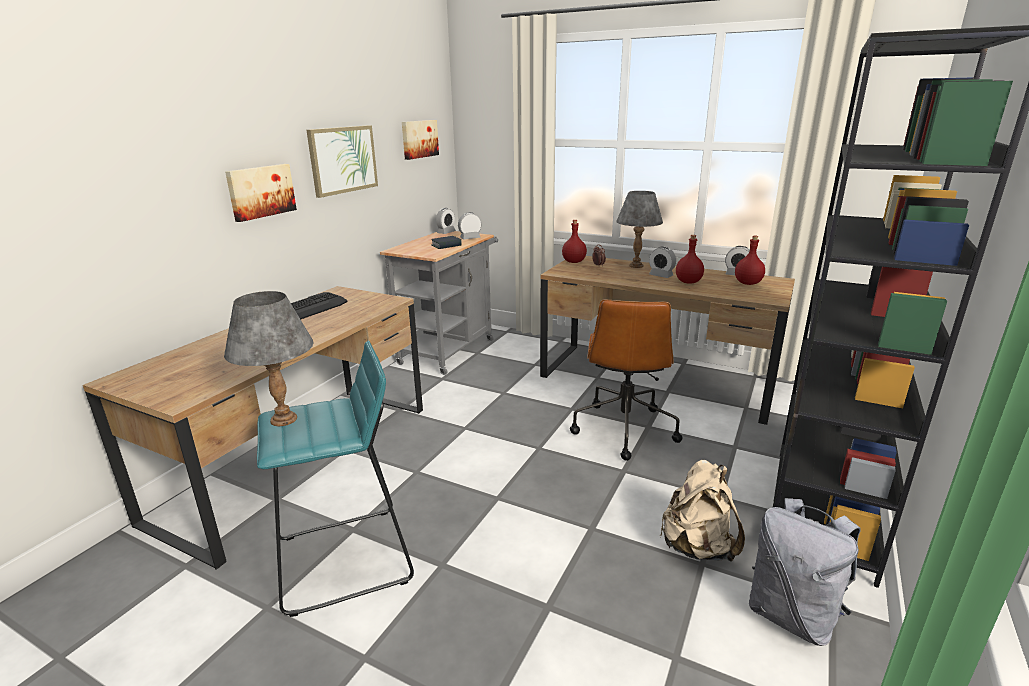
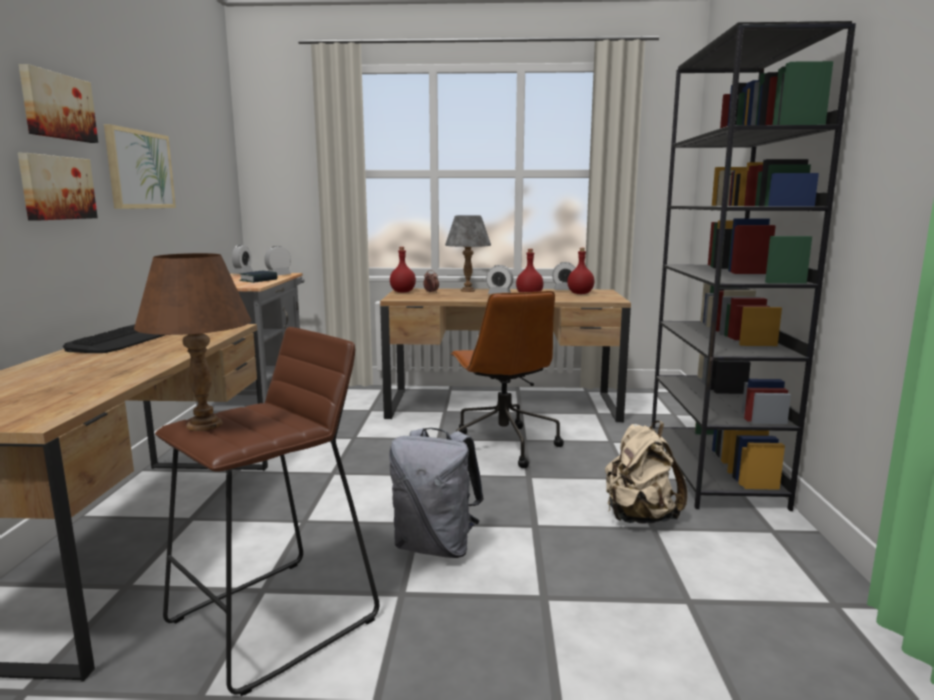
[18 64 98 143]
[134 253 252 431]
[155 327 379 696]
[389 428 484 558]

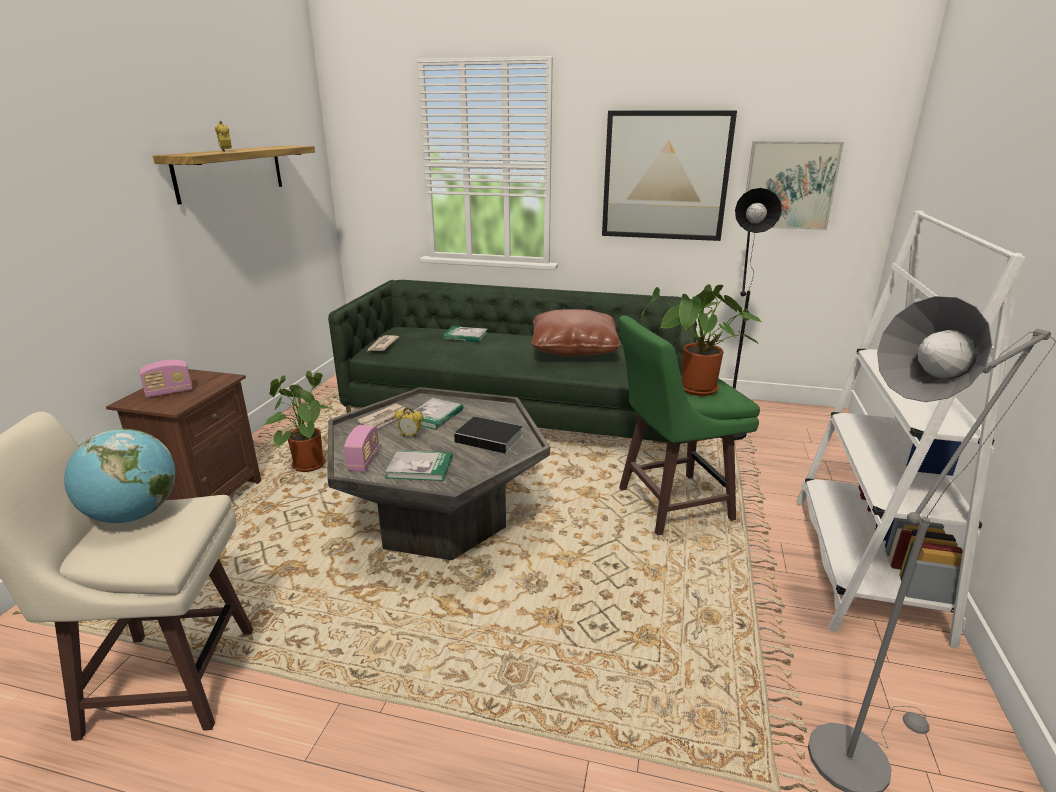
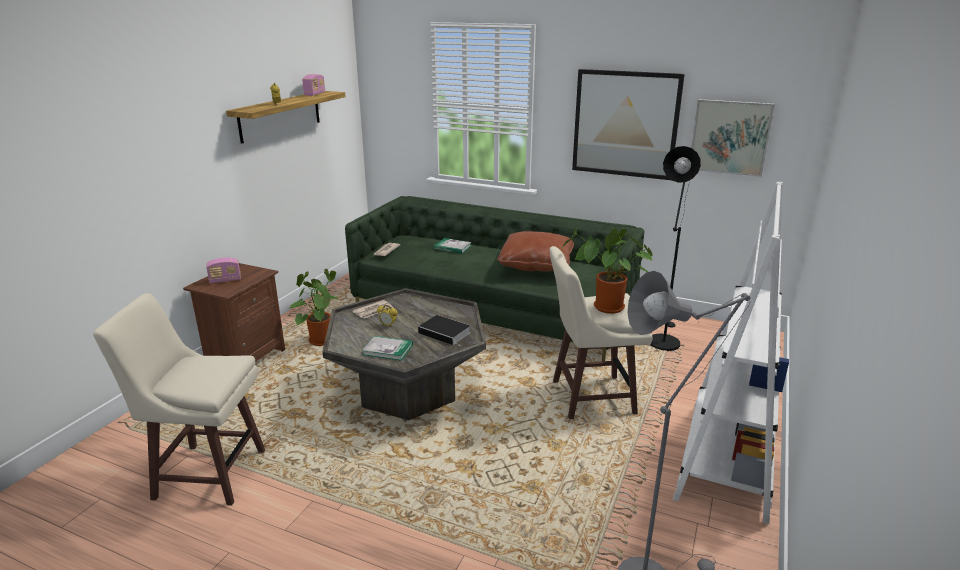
[549 246 653 419]
[411 398 463 430] (first image)
[302 74 325 96]
[64 429 175 523] (first image)

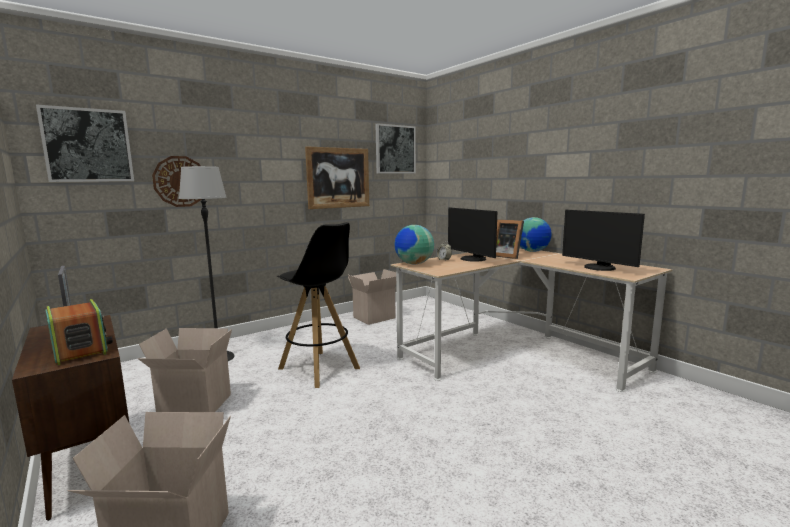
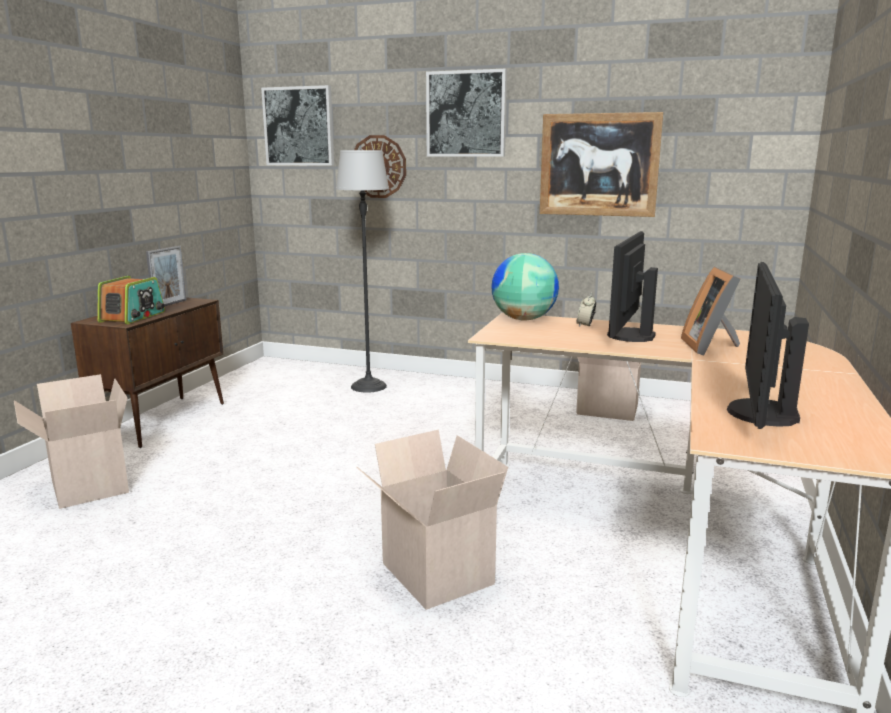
[426 69 507 157]
[520 217 552 252] (first image)
[277 222 360 388] (first image)
[356 430 508 610]

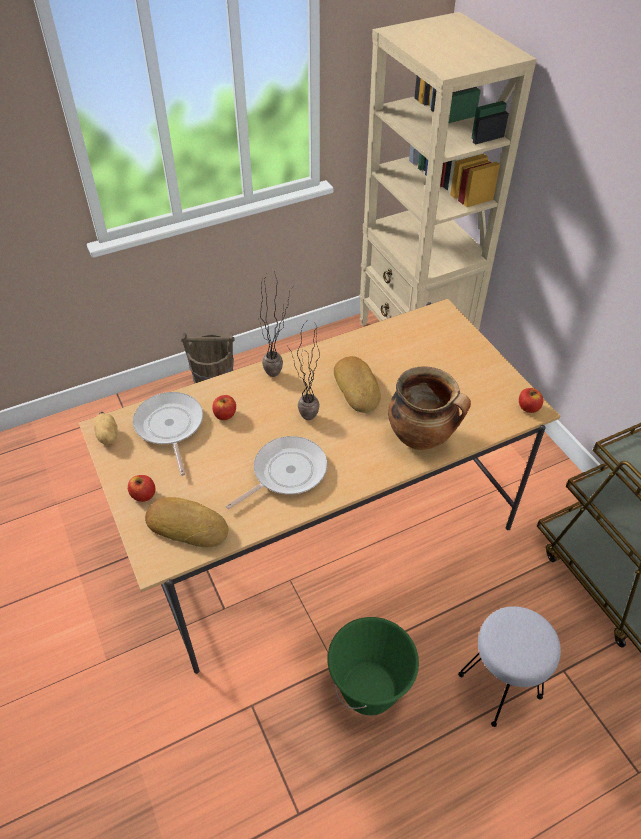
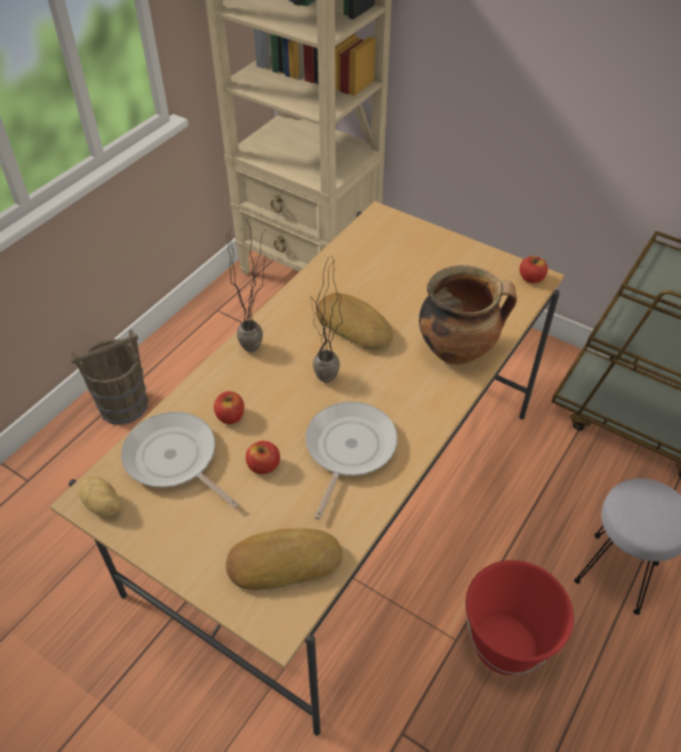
[246 441 280 474]
[466 560 574 675]

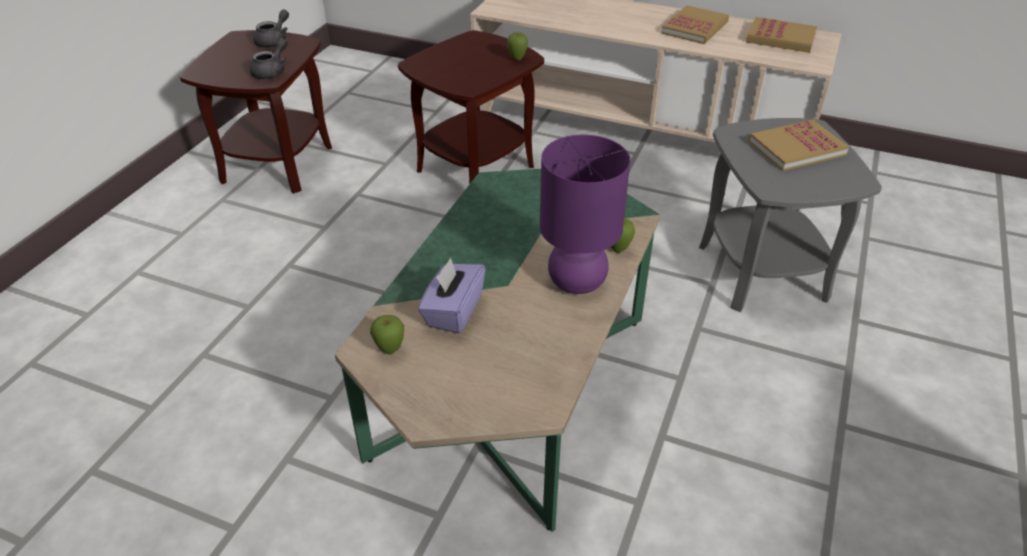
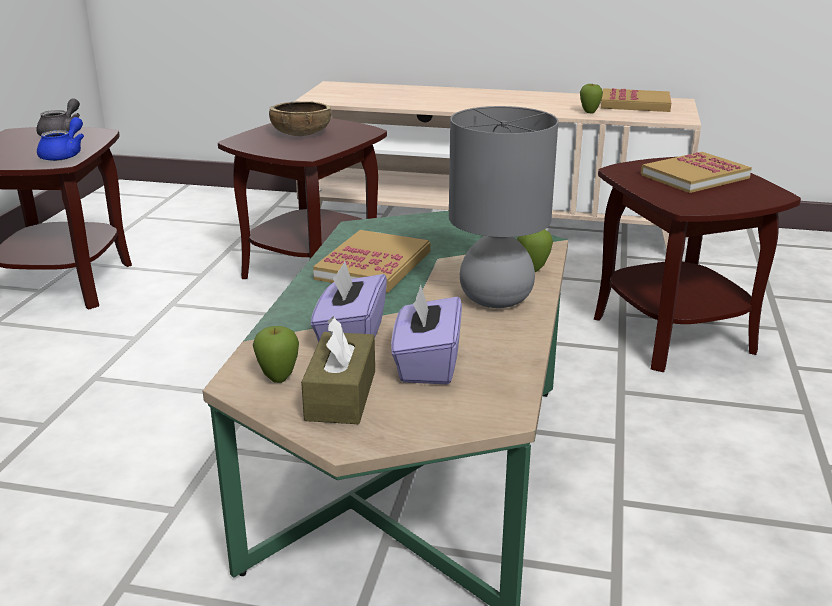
[313 230 430 293]
[580 83 603 114]
[37 117 84 161]
[594 157 801 372]
[449 106 558 308]
[269 101 331 136]
[391 285 462 385]
[301 316 375 424]

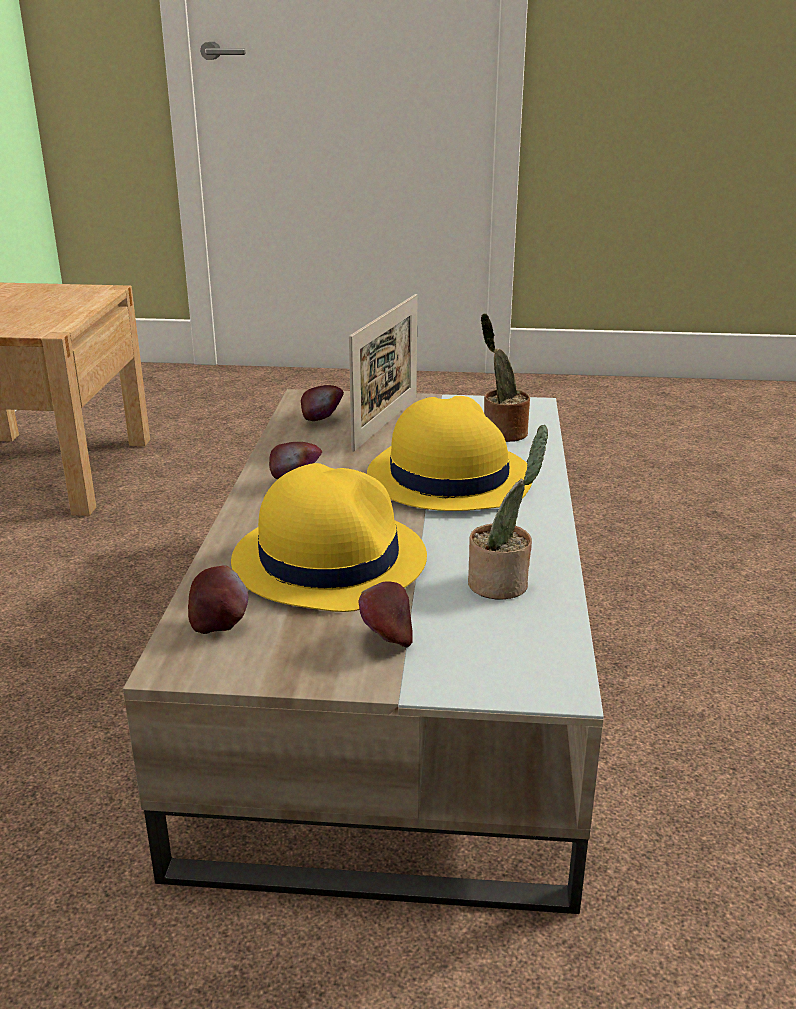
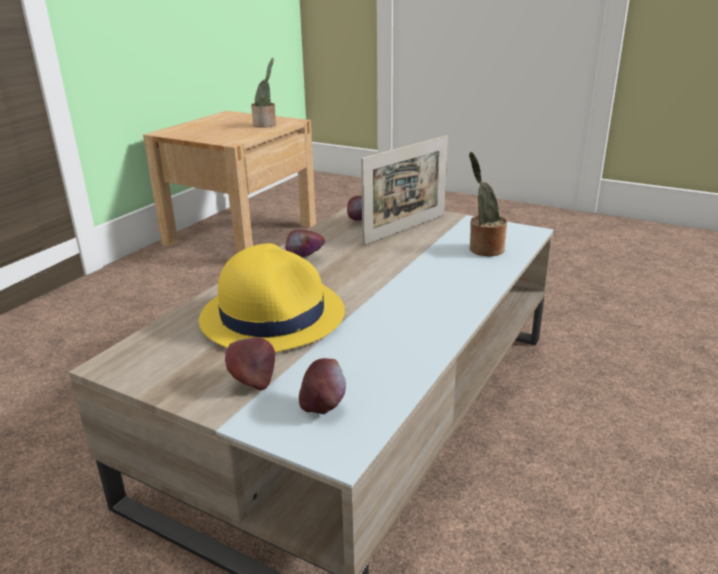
[367 396 533 511] (first image)
[251 58 276 128]
[299 358 346 414]

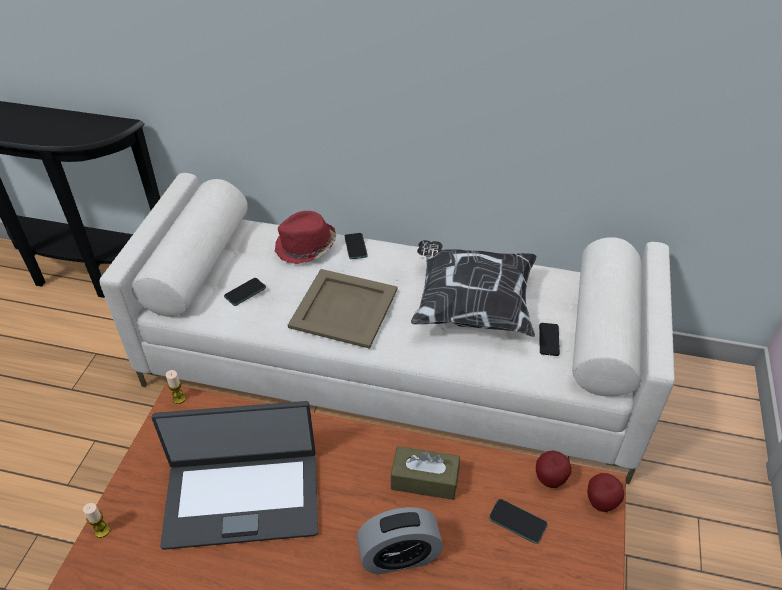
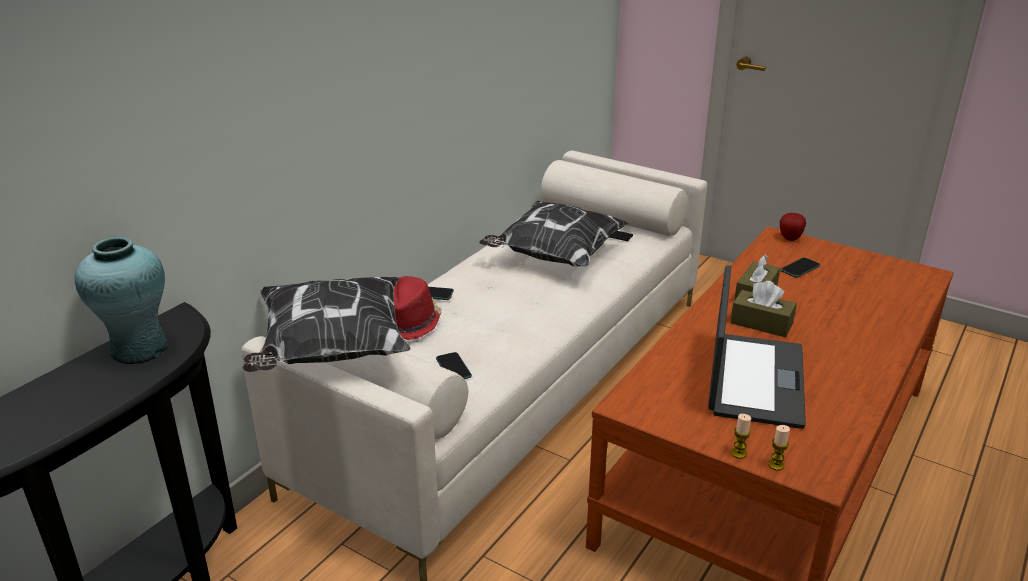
[288 269 397 349] (first image)
[731 414 751 459]
[536 450 572 488] (first image)
[357 507 443 575] (first image)
[75 237 168 364]
[242 277 411 372]
[730 281 797 337]

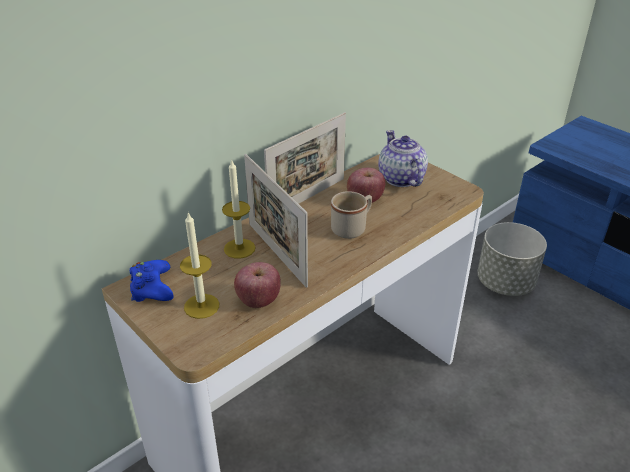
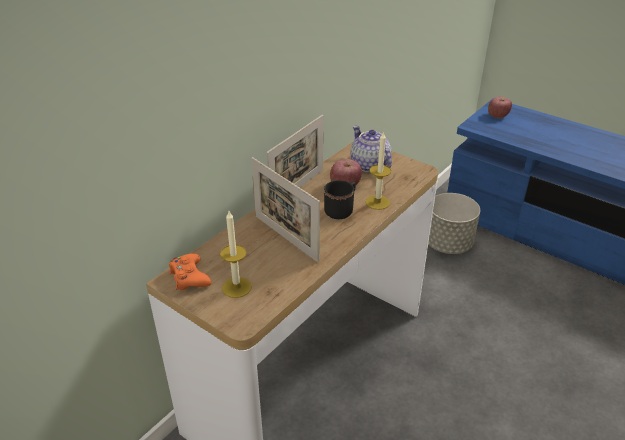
[365 131 391 210]
[324 180 355 219]
[169 253 212 290]
[488 97 512 118]

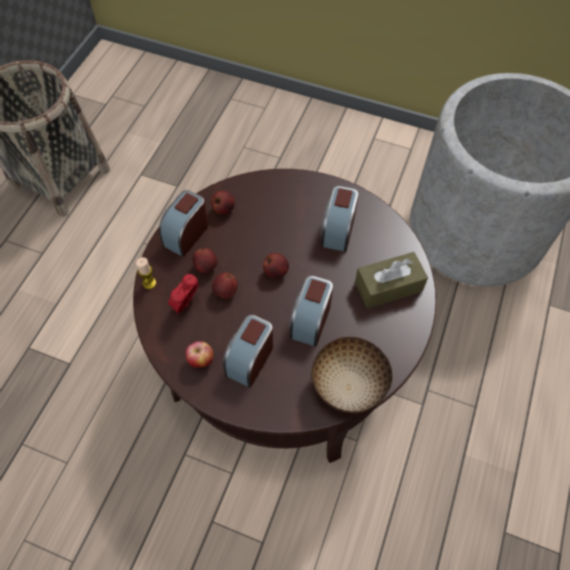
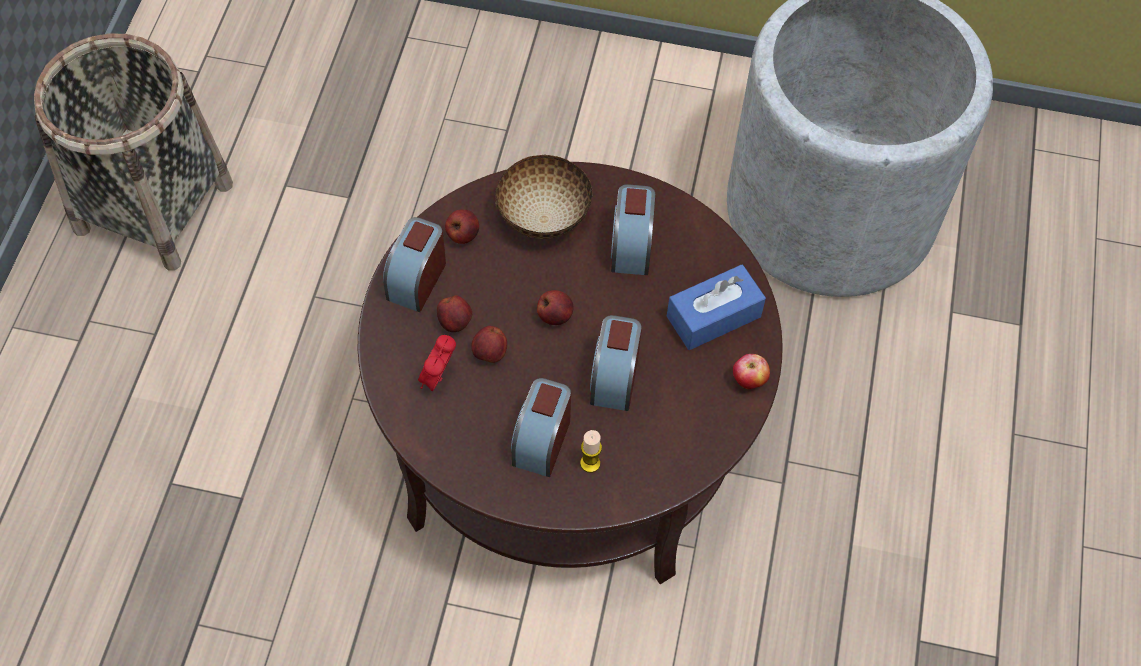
[667 264 766 350]
[580 430 602 473]
[495 154 592 239]
[733 354 770 389]

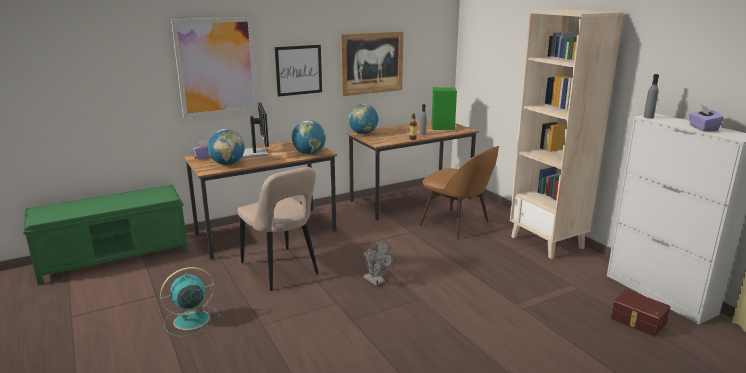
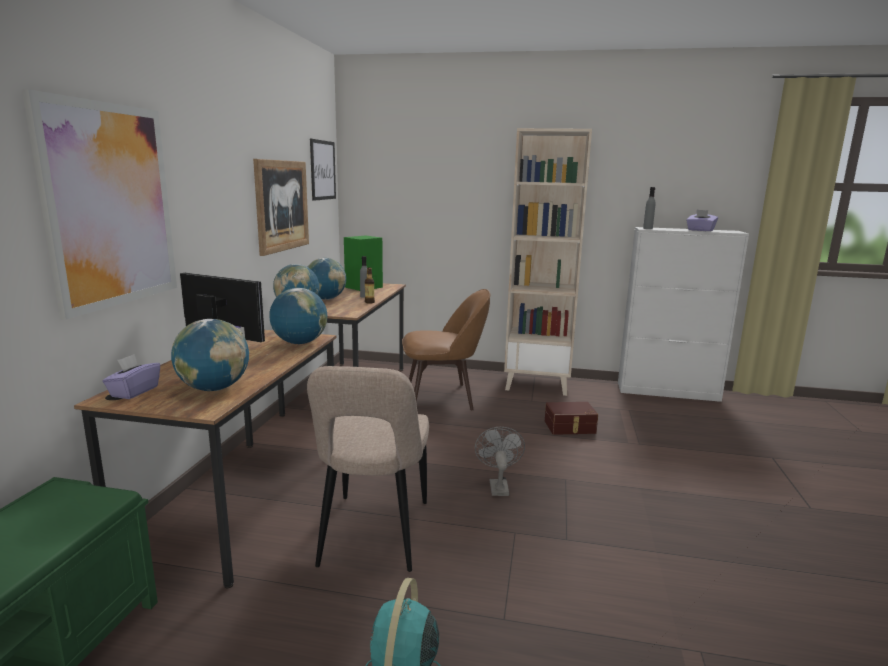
[310 139 336 201]
[307 366 429 572]
[475 427 525 496]
[545 402 598 435]
[308 258 346 300]

